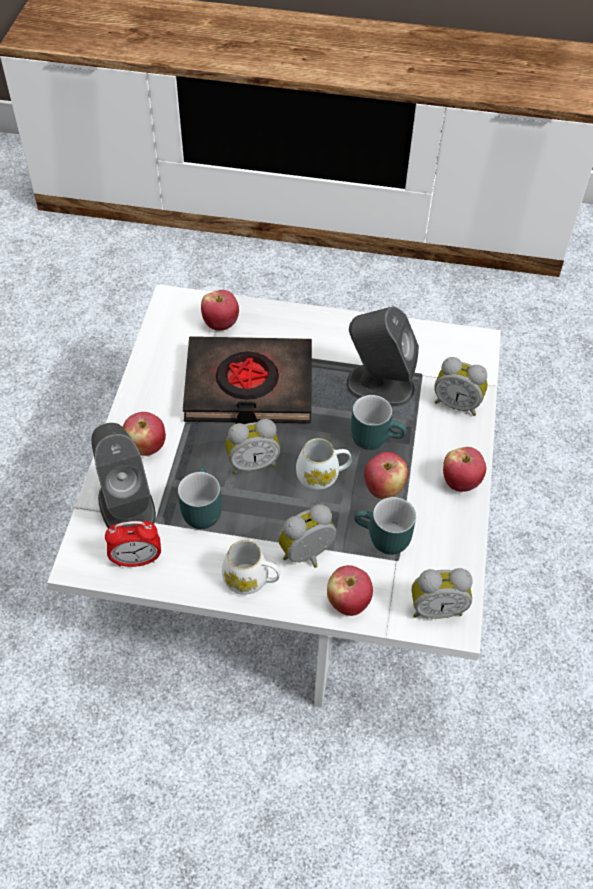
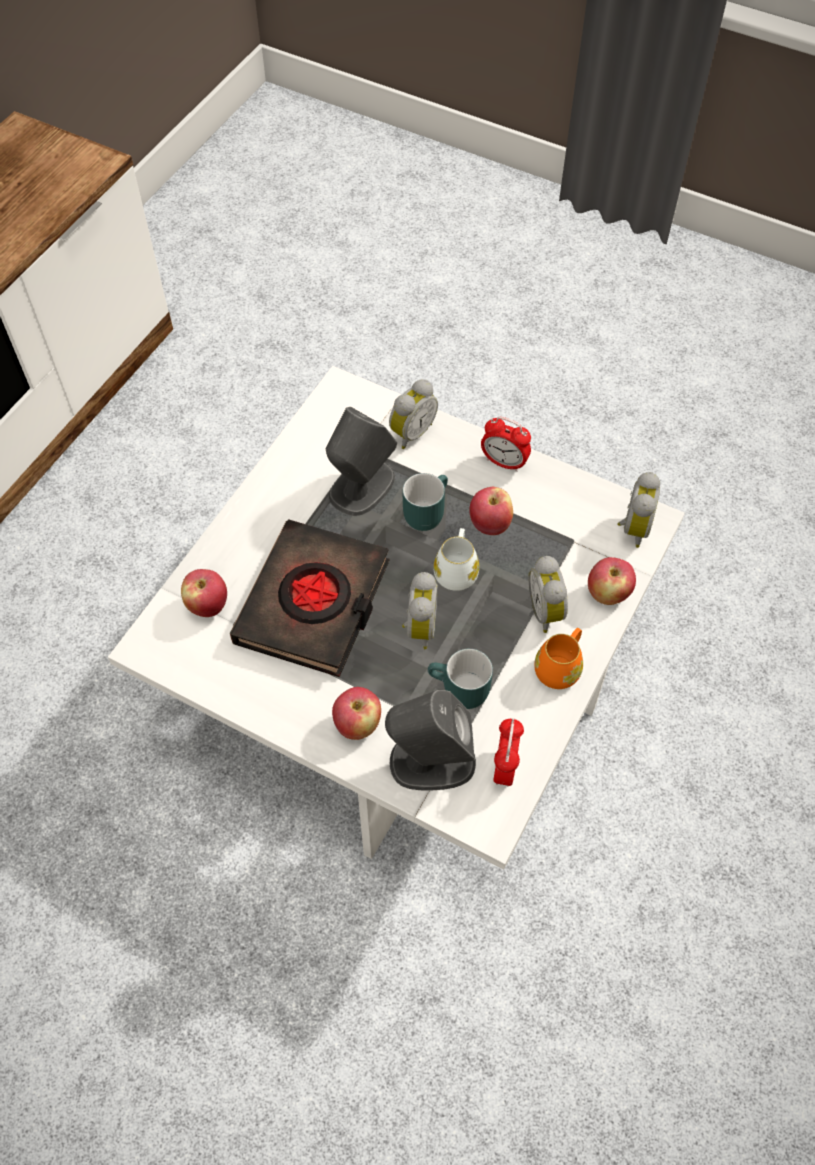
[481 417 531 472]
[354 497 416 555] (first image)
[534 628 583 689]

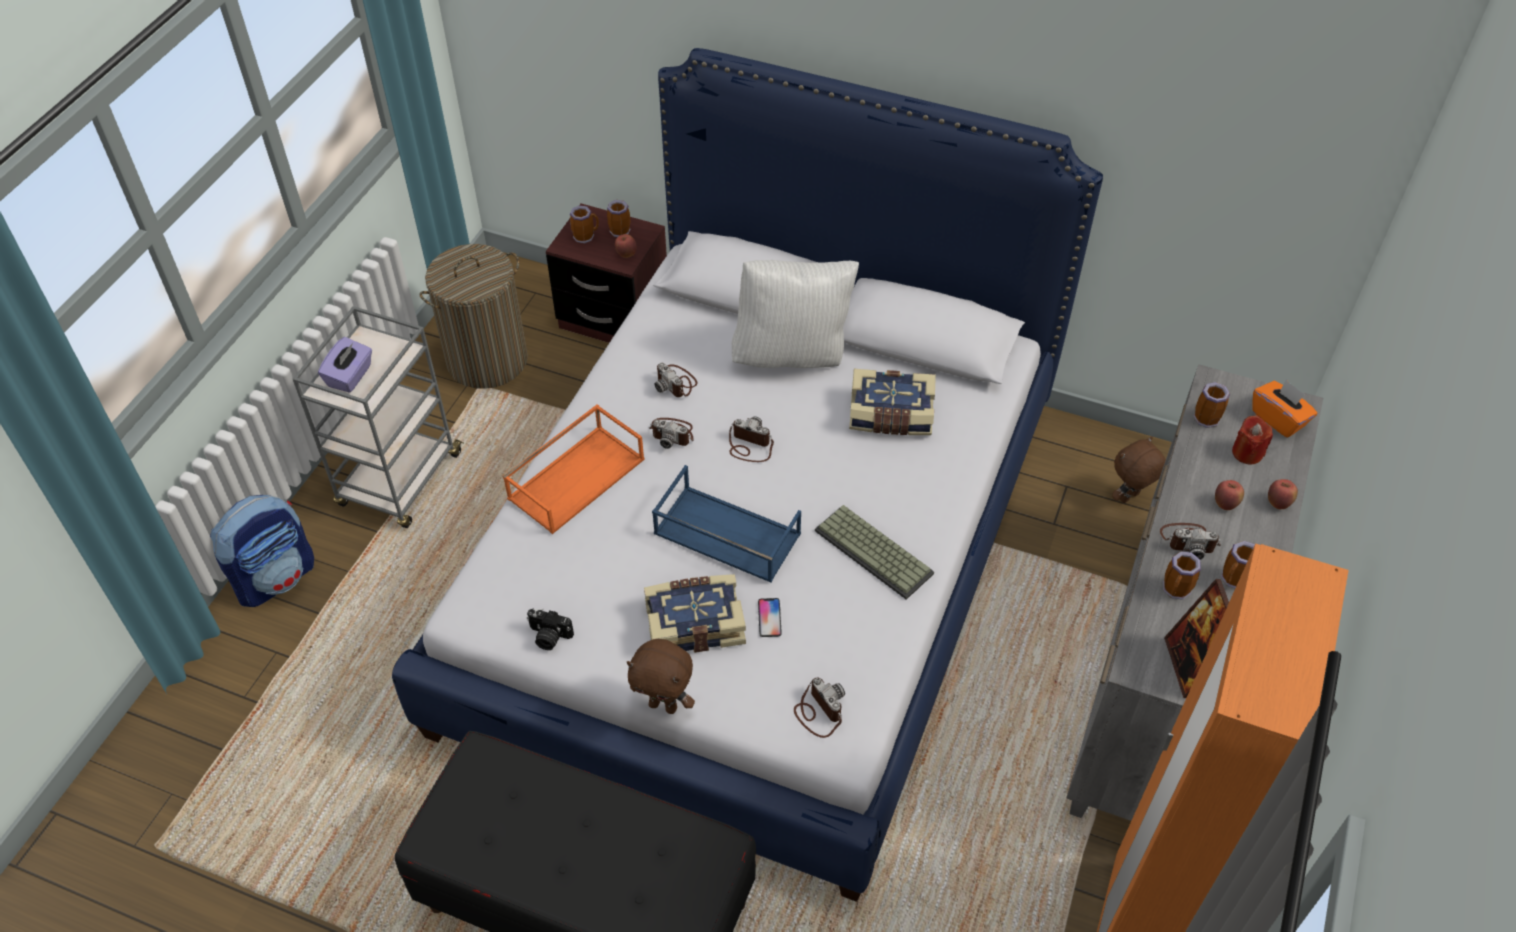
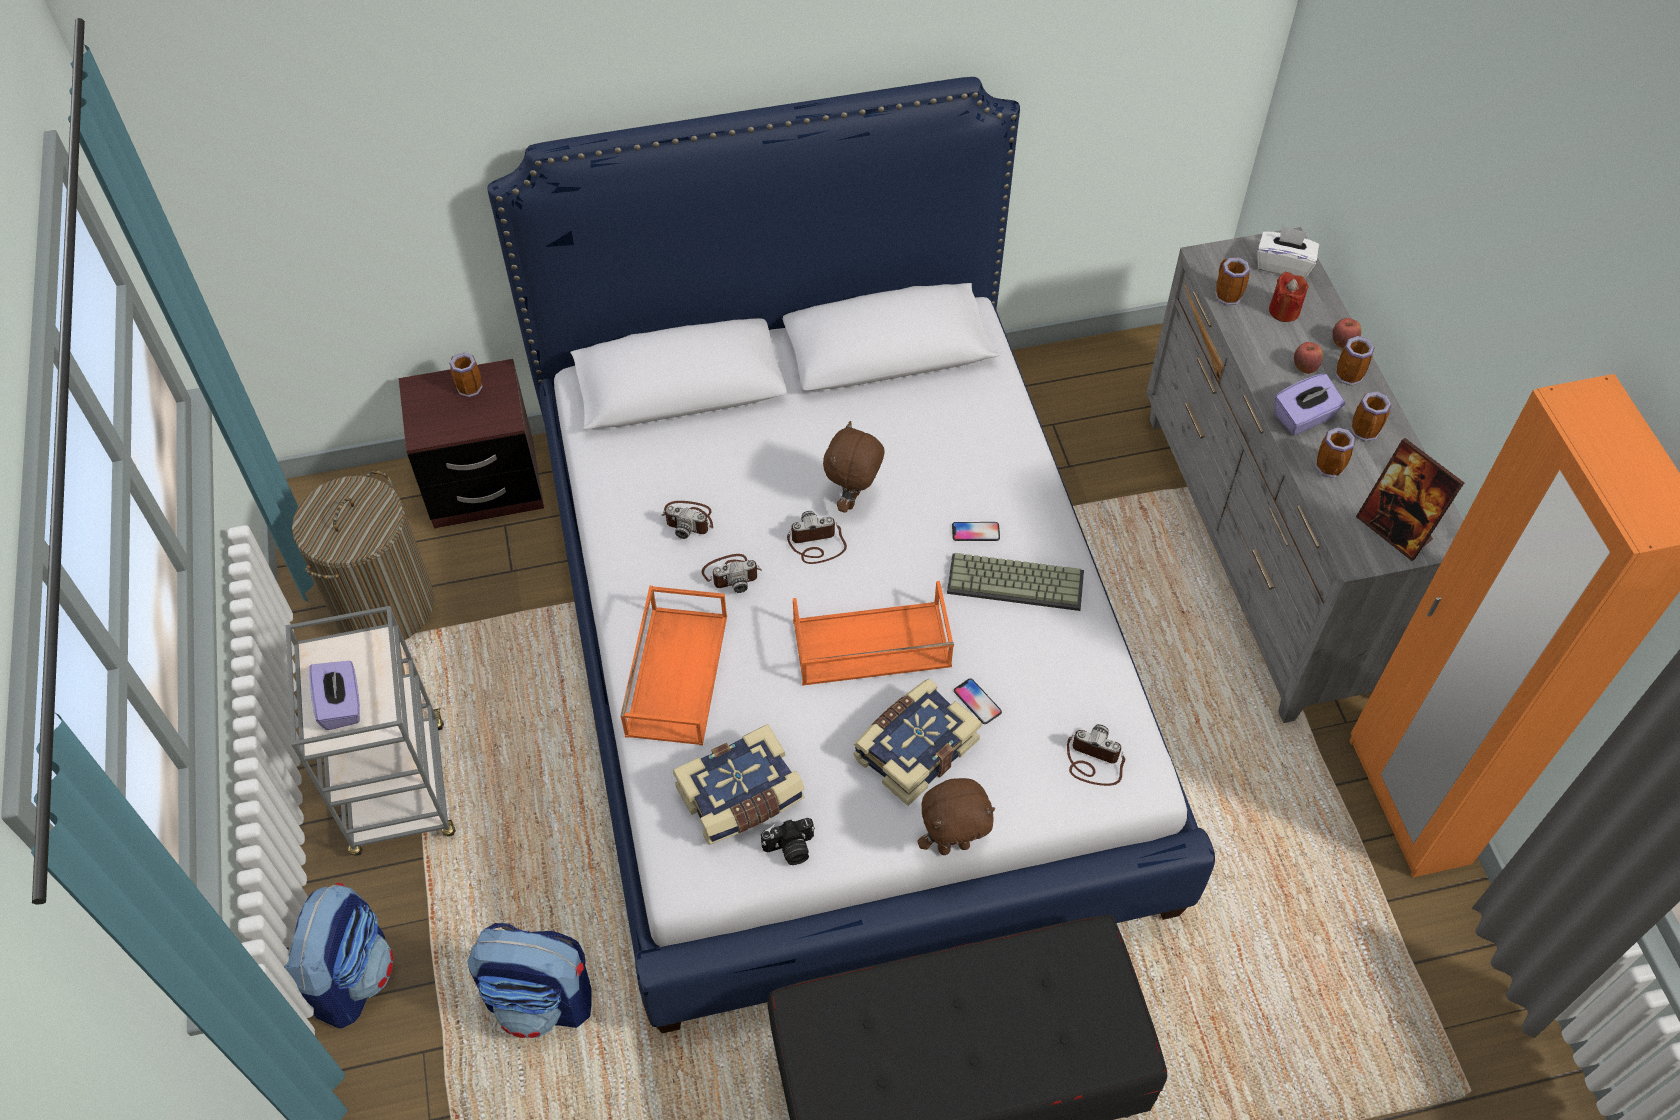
[1335 336 1374 386]
[615 234 636 258] (first image)
[732 260 859 368] (first image)
[673 724 805 845]
[1257 225 1319 279]
[823 421 885 513]
[793 581 954 686]
[1275 374 1345 435]
[952 522 1000 541]
[467 923 592 1038]

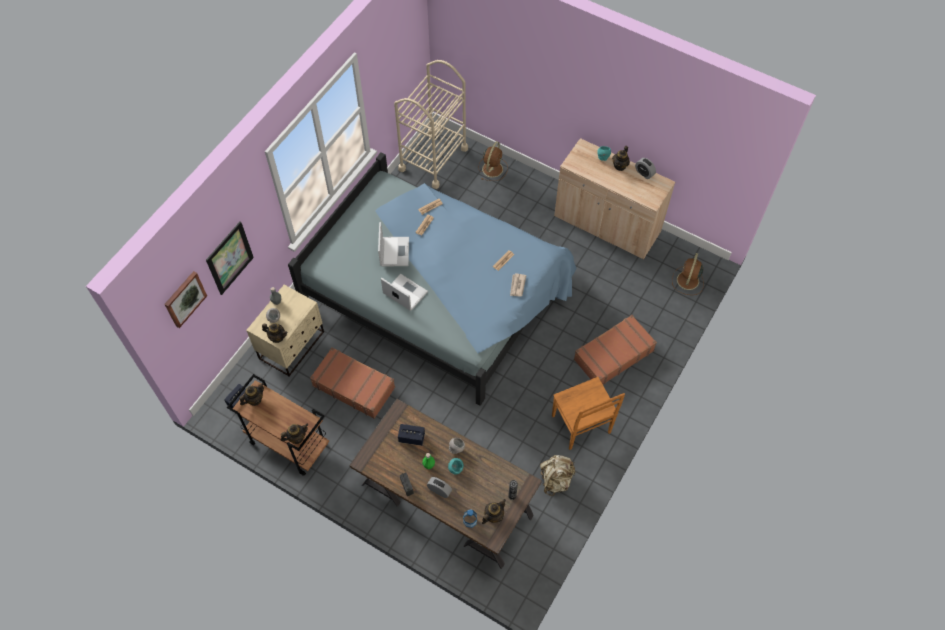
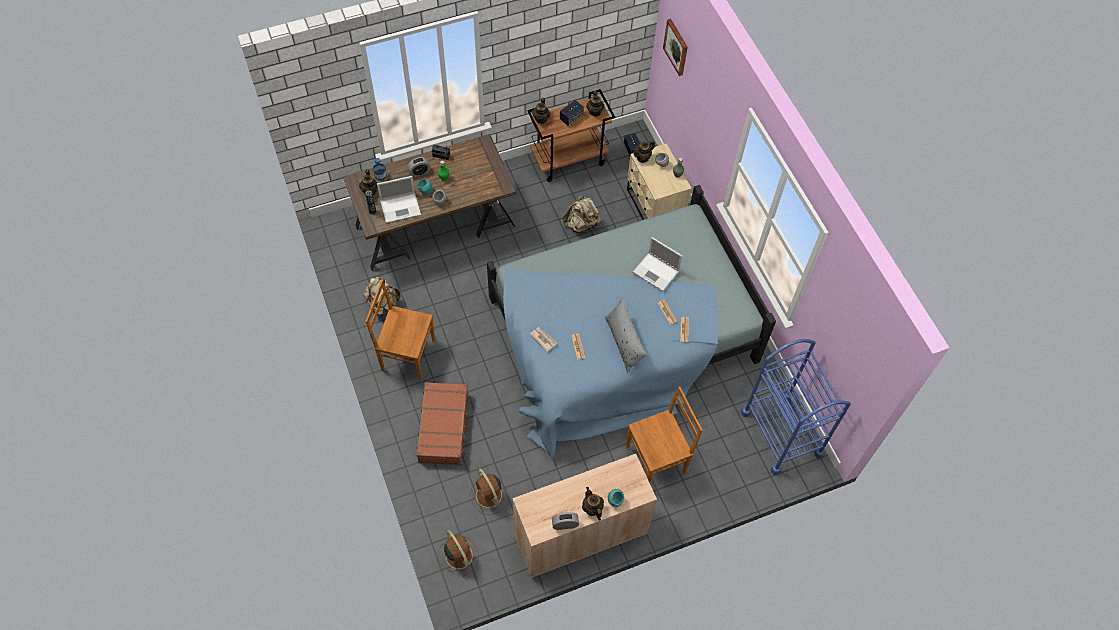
[741 339 851 475]
[470 468 510 515]
[206 221 254 295] (first image)
[377 176 421 223]
[563 195 601 233]
[560 100 584 126]
[605 298 647 373]
[626 386 702 483]

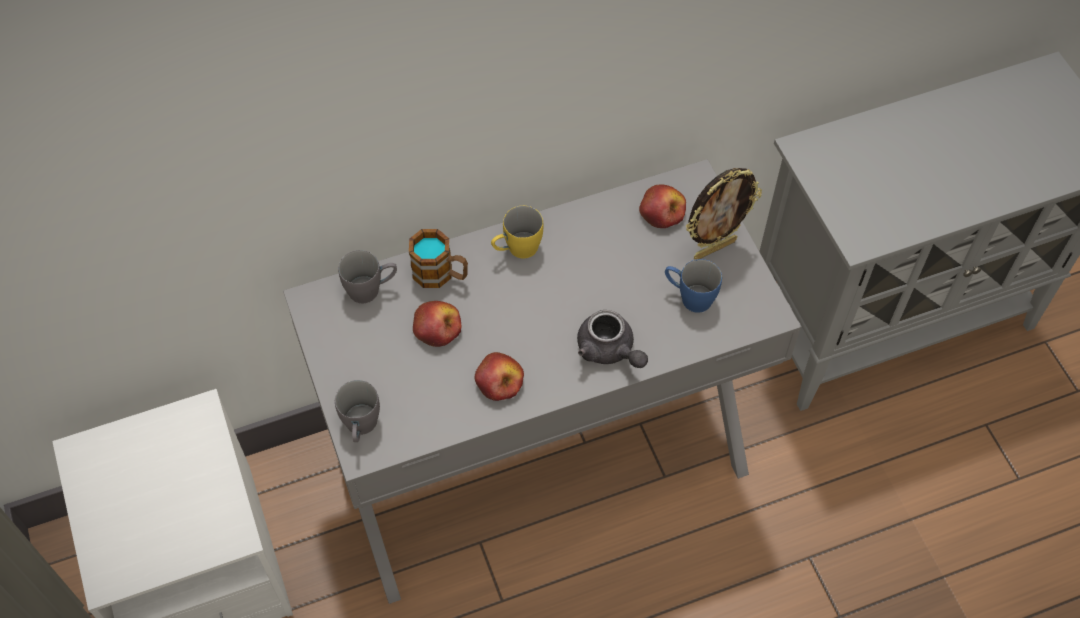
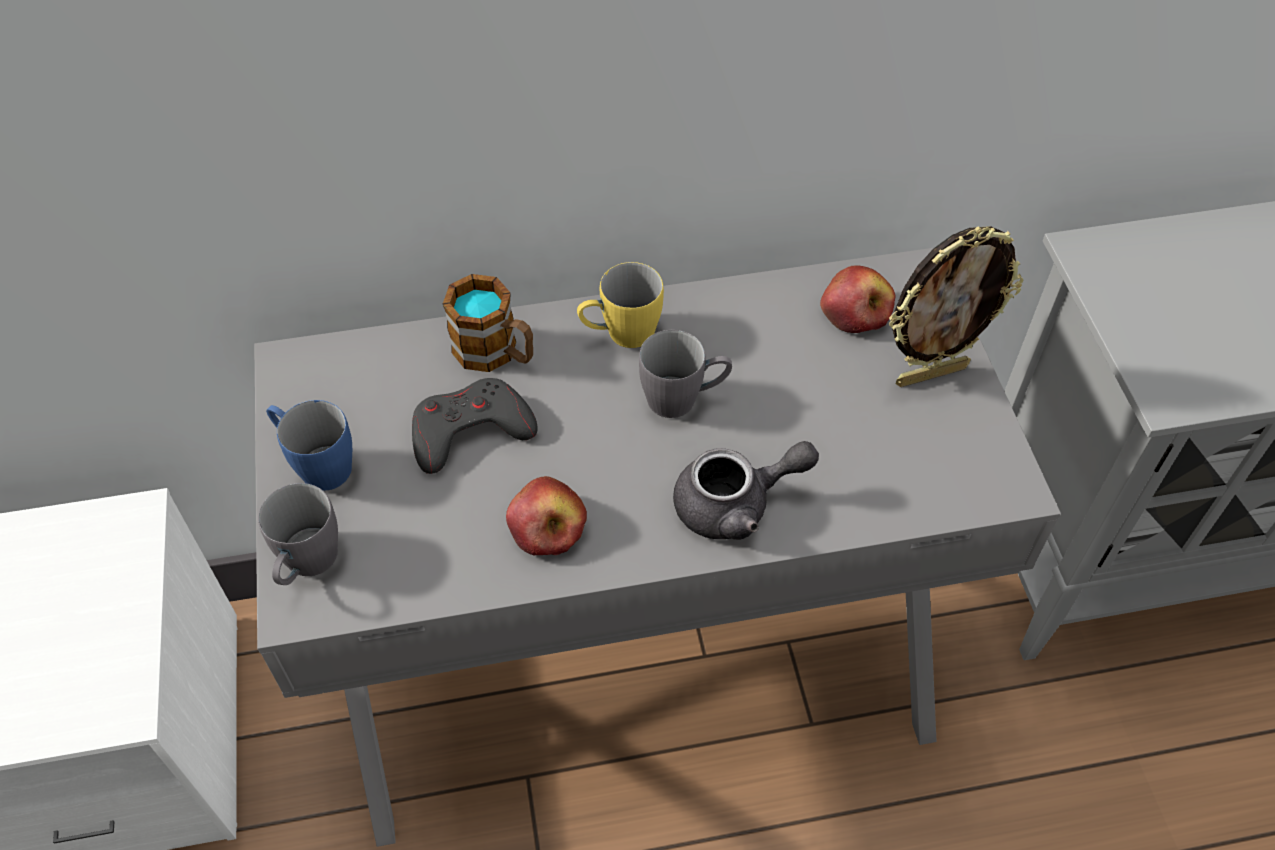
[639 330 732 418]
[266 400 352 491]
[412 378 538 474]
[673 441 819 540]

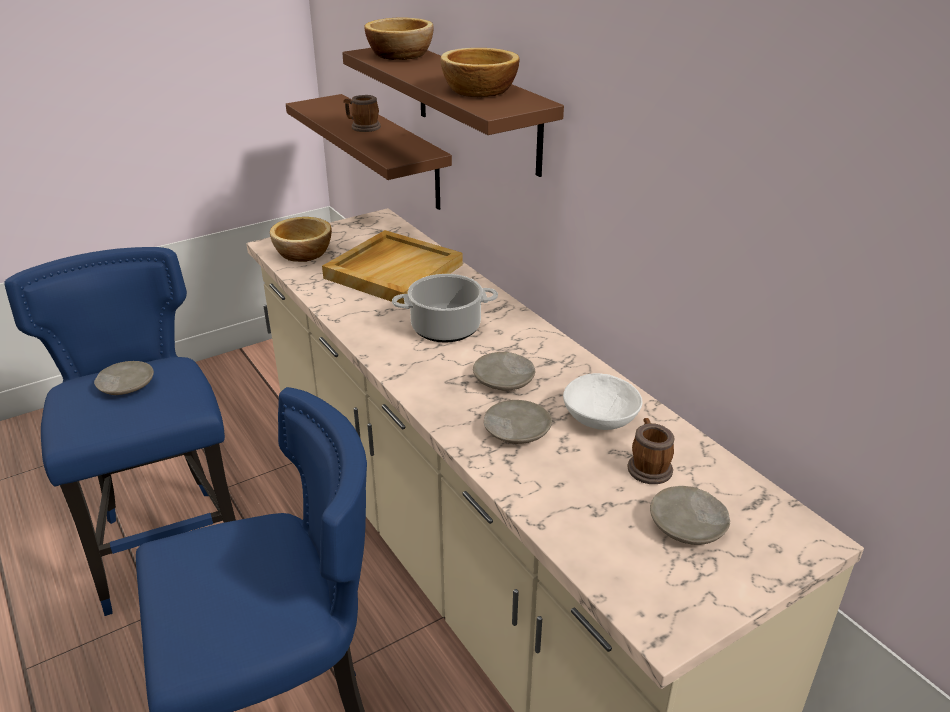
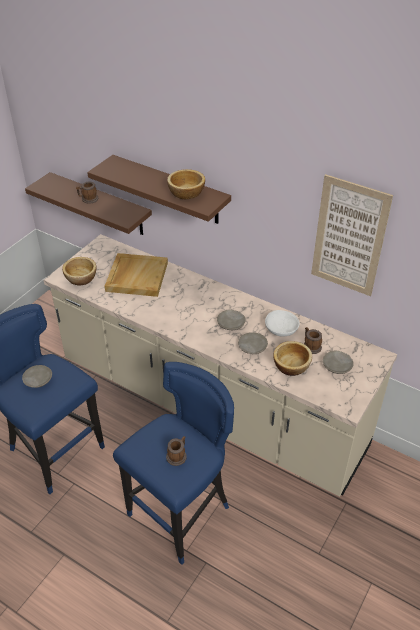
[273 341 312 376]
[392 274 498 342] (first image)
[311 174 393 296]
[166 436 187 466]

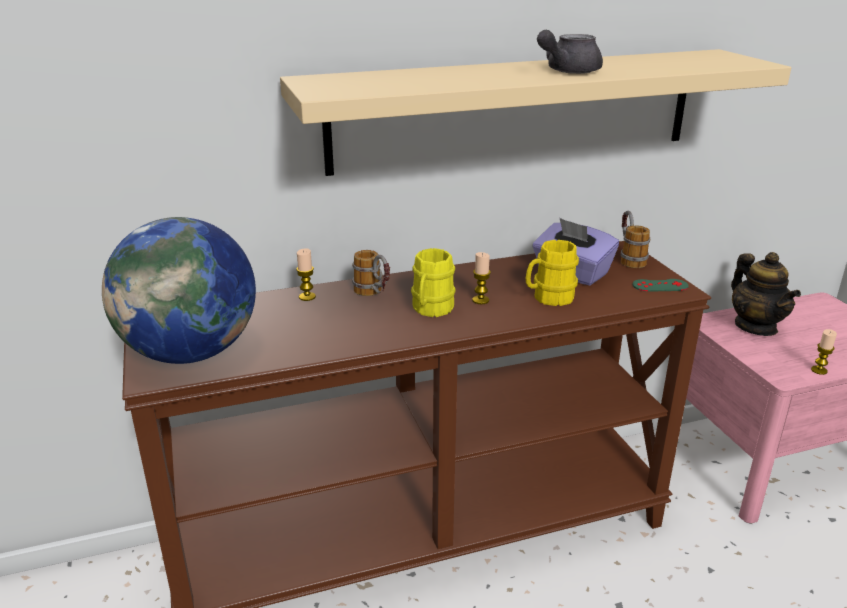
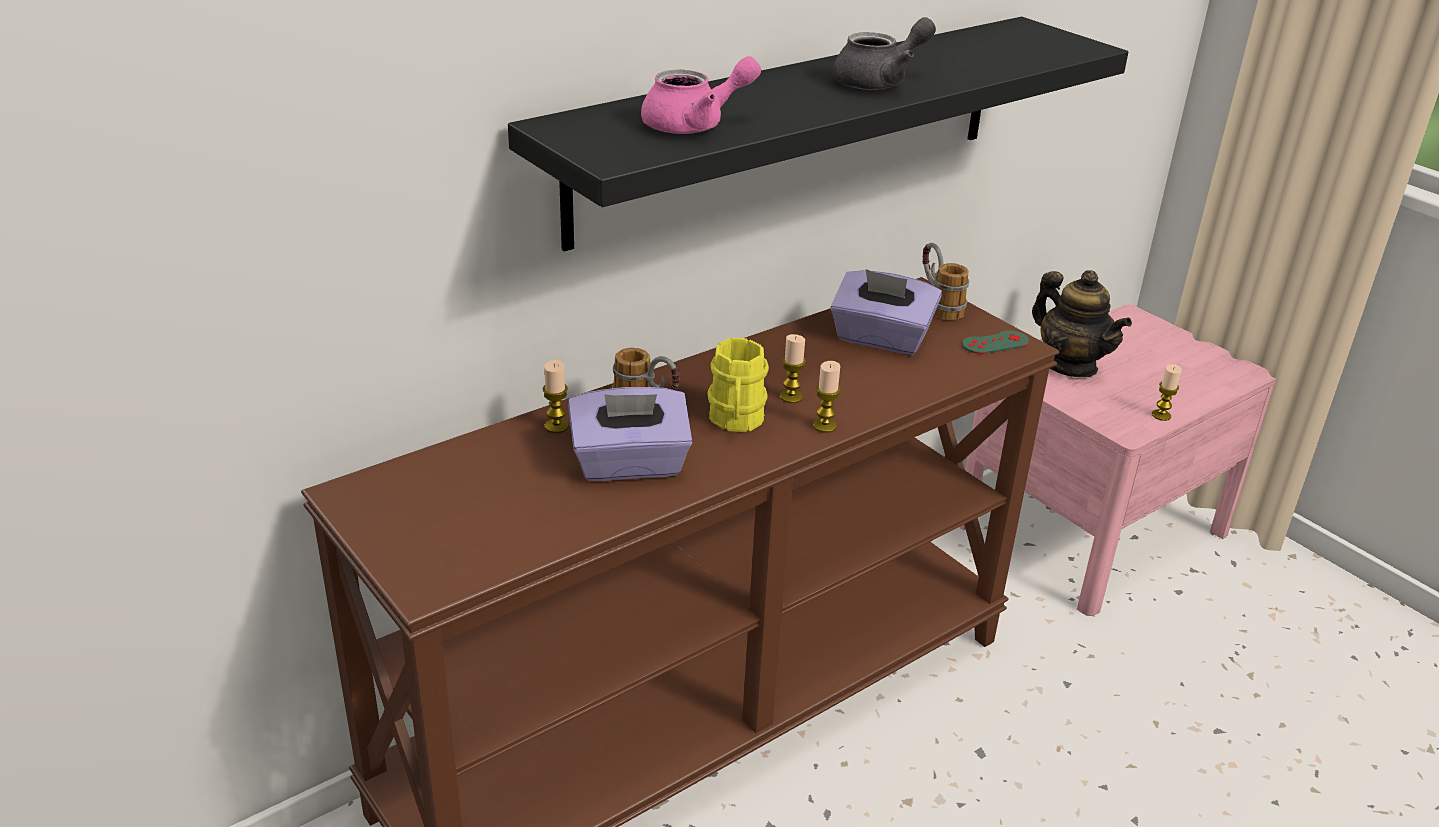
[833 17 936 90]
[508 17 1128 252]
[102 217 256 364] (first image)
[526 240 579 306] (first image)
[641 56 761 134]
[813 361 841 433]
[568 387 693 481]

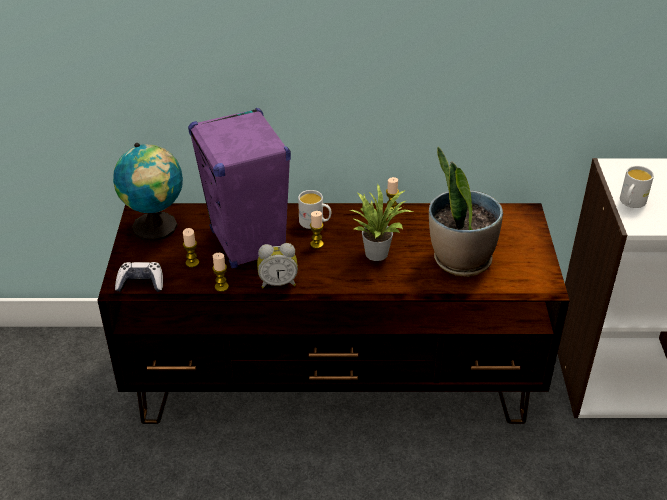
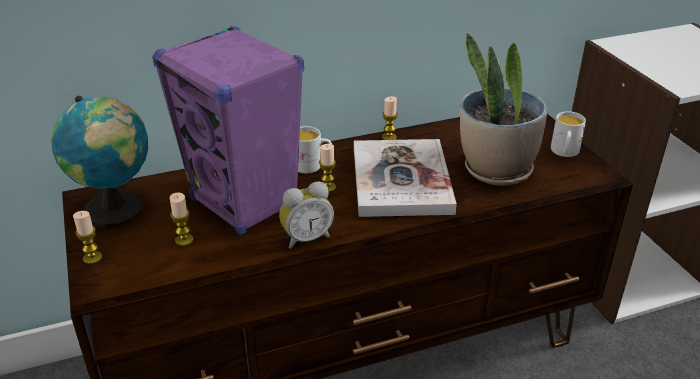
[551 111 586 157]
[354 139 457 217]
[73 211 102 264]
[115 262 163 292] (first image)

